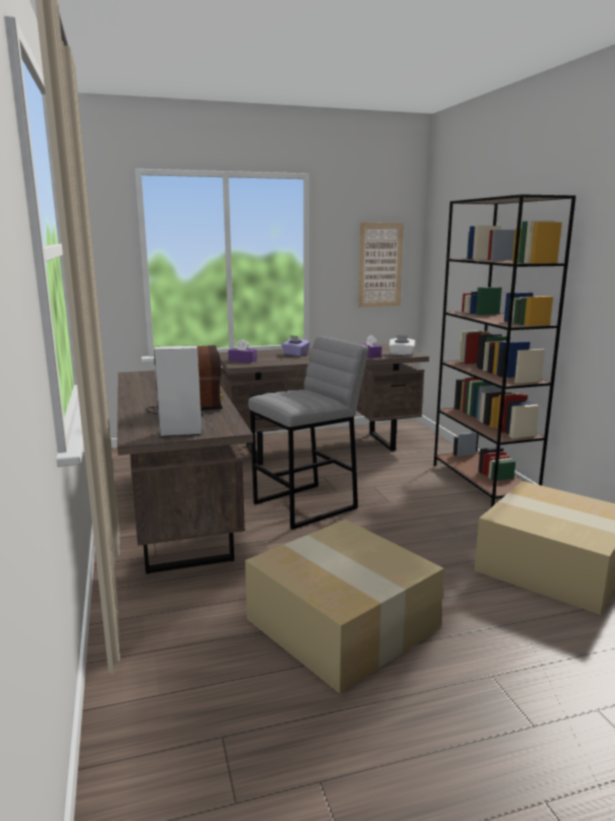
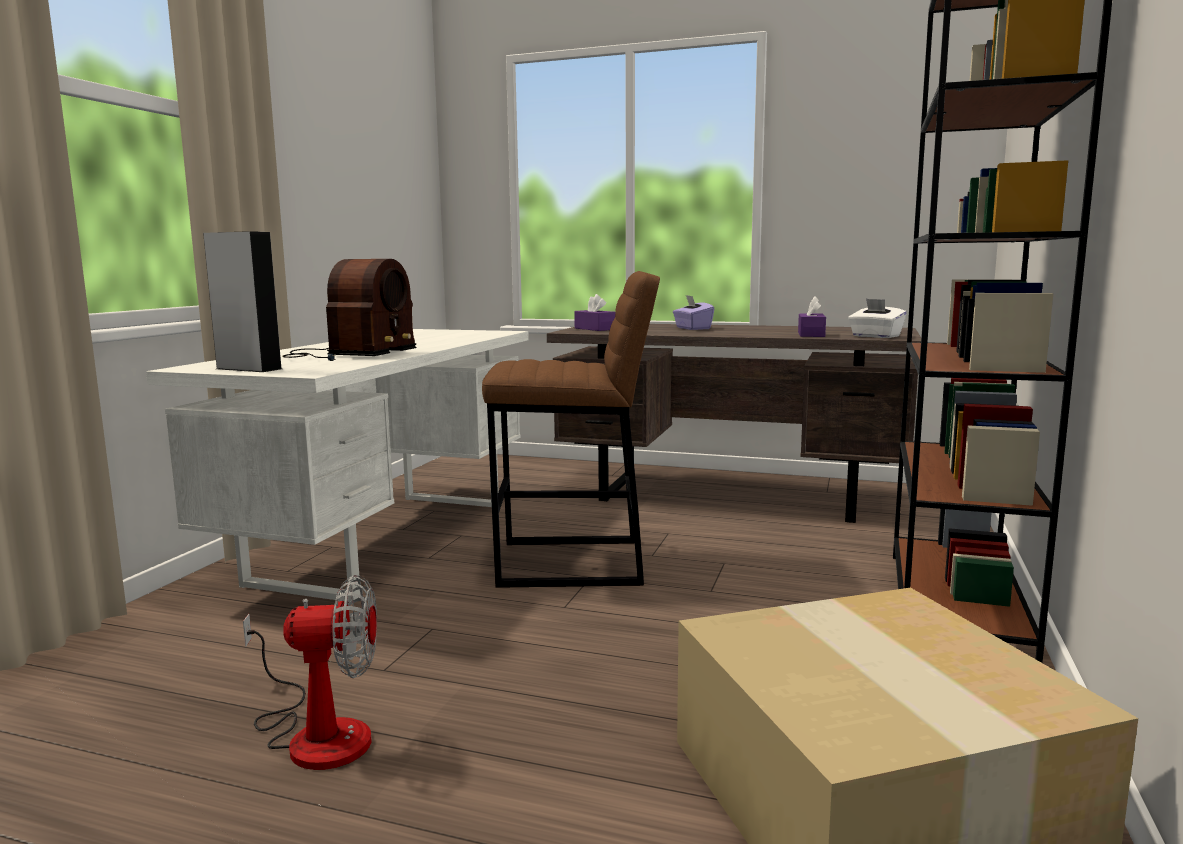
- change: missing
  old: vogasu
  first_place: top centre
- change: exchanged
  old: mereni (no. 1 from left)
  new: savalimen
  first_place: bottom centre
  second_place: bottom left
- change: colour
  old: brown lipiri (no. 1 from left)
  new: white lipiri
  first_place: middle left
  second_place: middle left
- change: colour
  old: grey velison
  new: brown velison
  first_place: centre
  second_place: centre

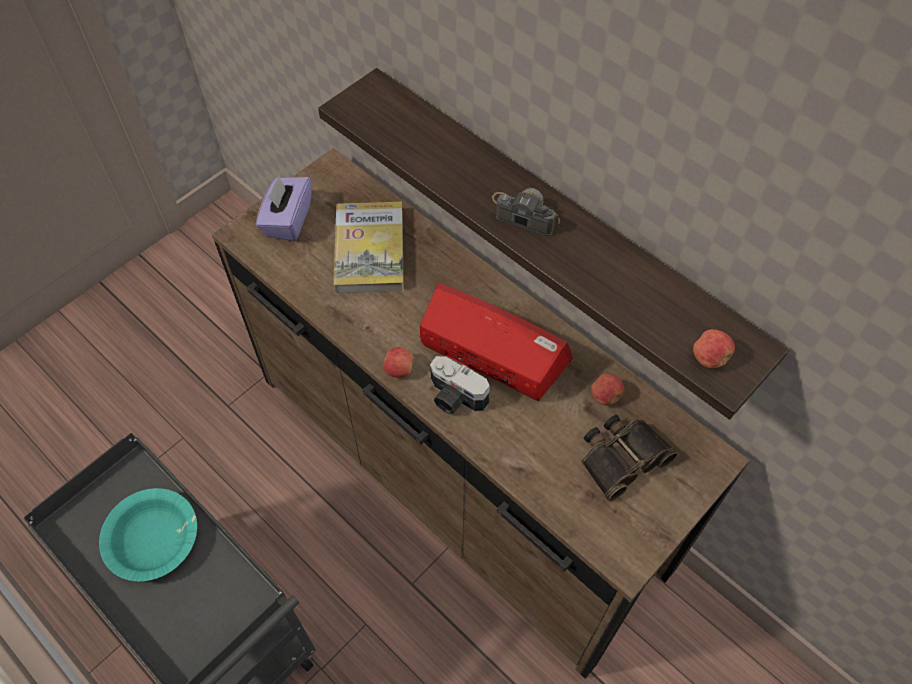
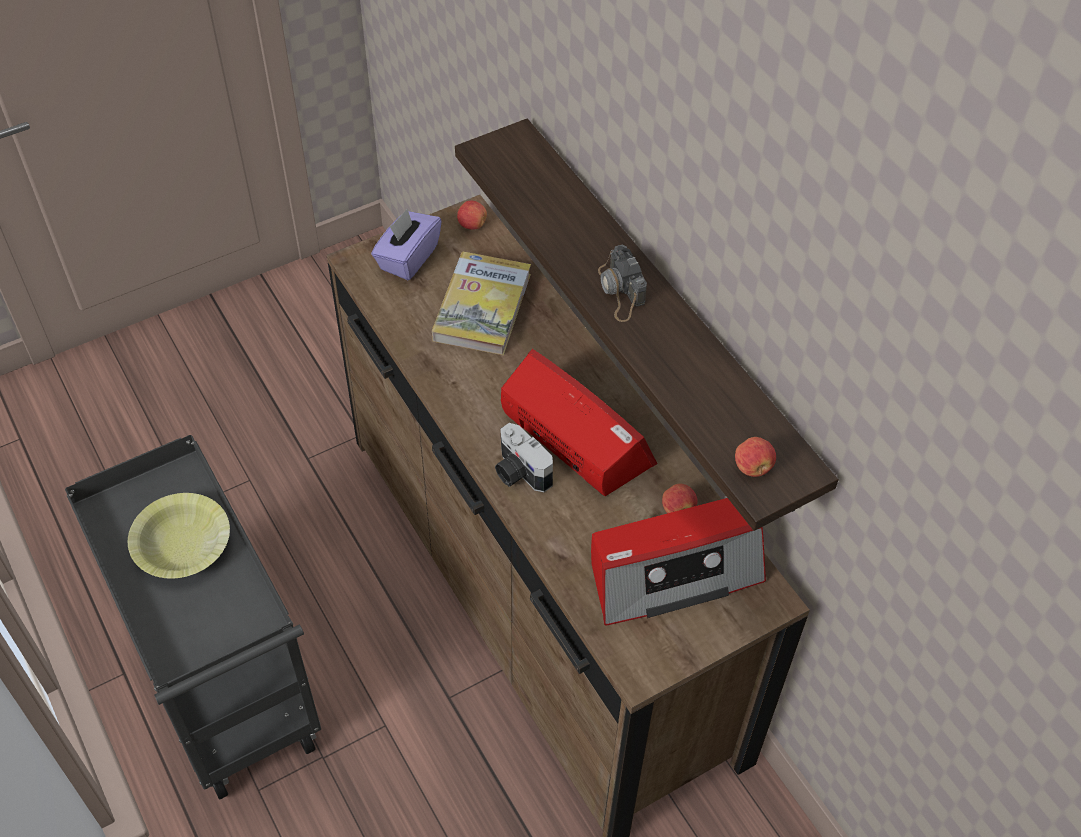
- change: relocated
  old: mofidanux (no. 1 from left)
  first_place: centre
  second_place: top centre
- change: exchanged
  old: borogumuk
  new: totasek (no. 2 from left)
  first_place: bottom right
  second_place: bottom centre
- change: colour
  old: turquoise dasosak
  new: yellow dasosak
  first_place: bottom left
  second_place: middle left
- change: spun
  old: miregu (no. 2 from left)
  first_place: top centre
  second_place: centre
  degrees: -150

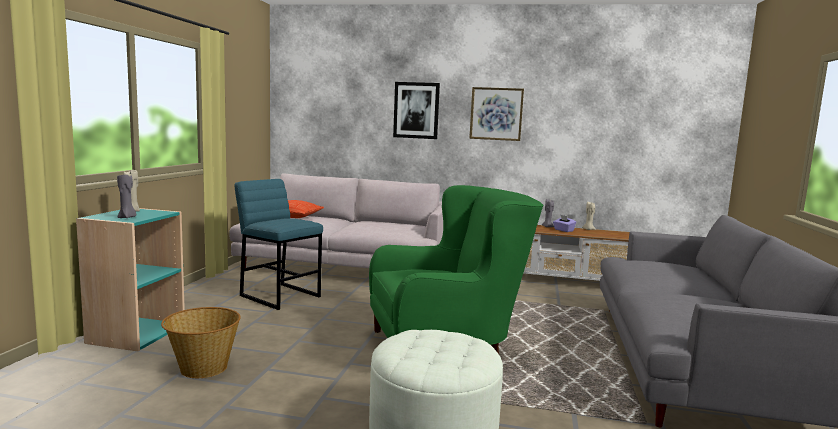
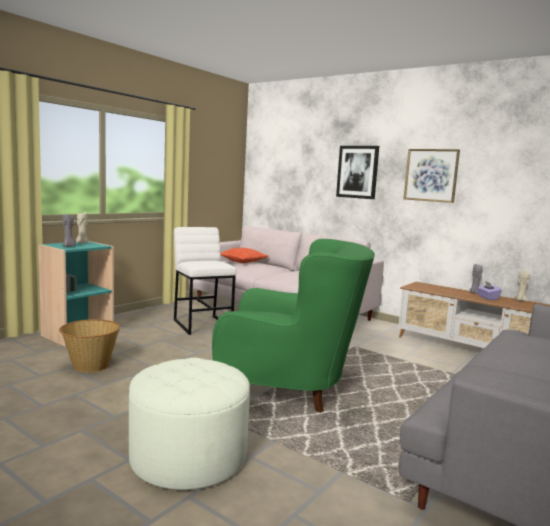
- change: colour
  old: blue velison
  new: white velison
  first_place: middle left
  second_place: centre

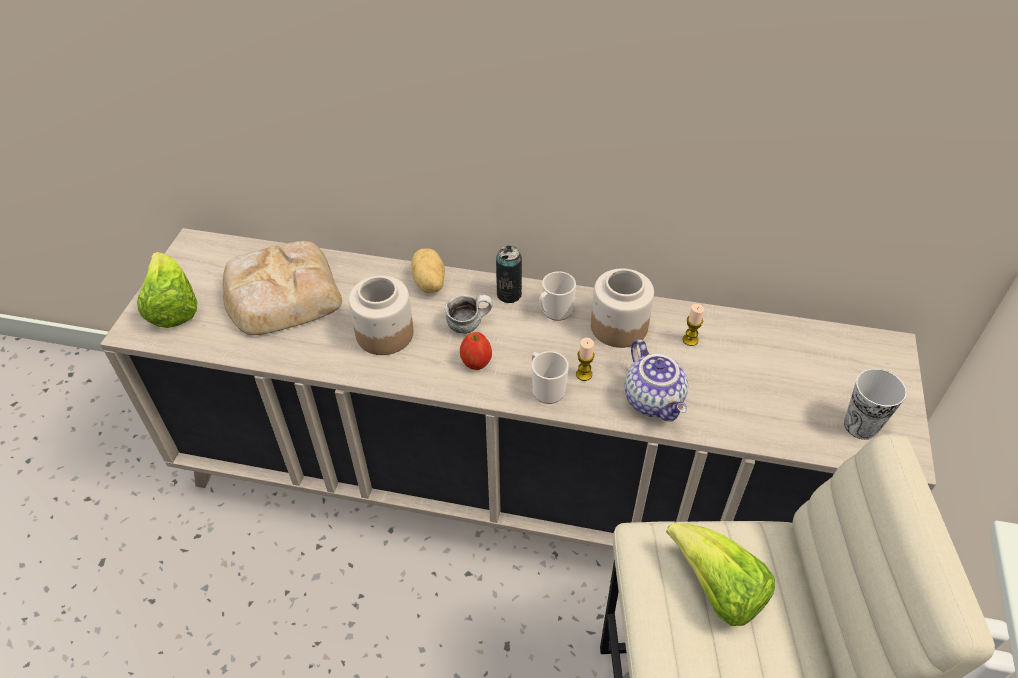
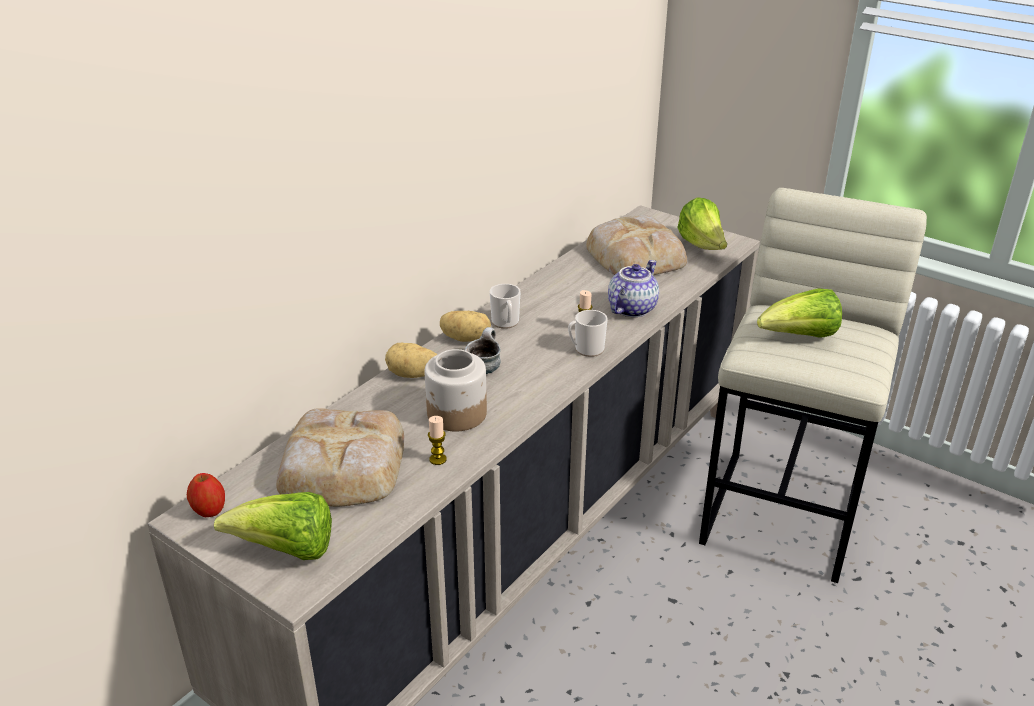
- change: missing
  old: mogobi (no. 2 from left)
  first_place: centre
- change: appeared
  new: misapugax (no. 2 from left)
  second_place: centre
- change: relocated
  old: mofidanux
  first_place: centre
  second_place: bottom left
- change: relocated
  old: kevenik (no. 2 from left in the first image)
  new: kevenik (no. 1 from left)
  first_place: middle right
  second_place: centre
- change: exchanged
  old: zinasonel
  new: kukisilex (no. 2 from left)
  first_place: centre
  second_place: centre
- change: exchanged
  old: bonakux
  new: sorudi (no. 2 from left)
  first_place: middle right
  second_place: top right
- change: spun
  old: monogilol
  first_place: centre
  second_place: centre
  degrees: -60

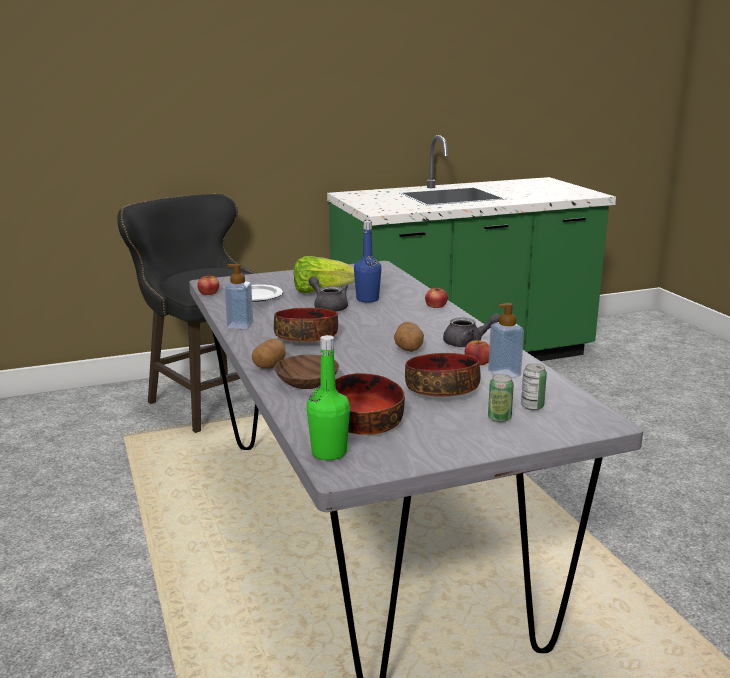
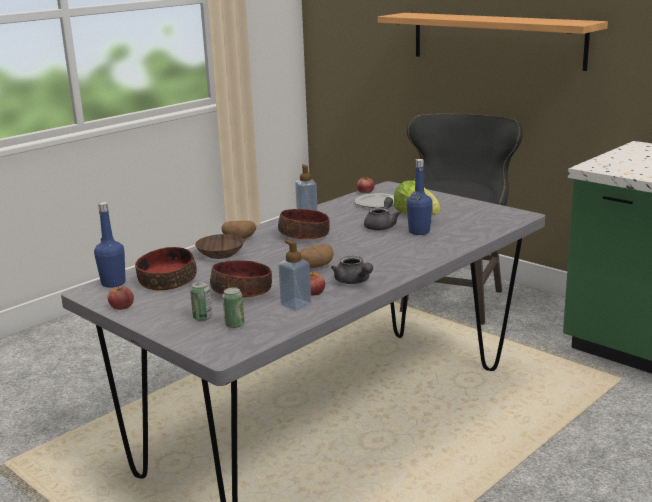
- change: appeared
  new: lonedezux
  second_place: top right
- change: relocated
  old: mofidanux (no. 2 from left in the first image)
  new: mofidanux (no. 1 from left)
  first_place: centre
  second_place: middle left
- change: colour
  old: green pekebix
  new: blue pekebix (no. 1 from left)
  first_place: centre
  second_place: middle left

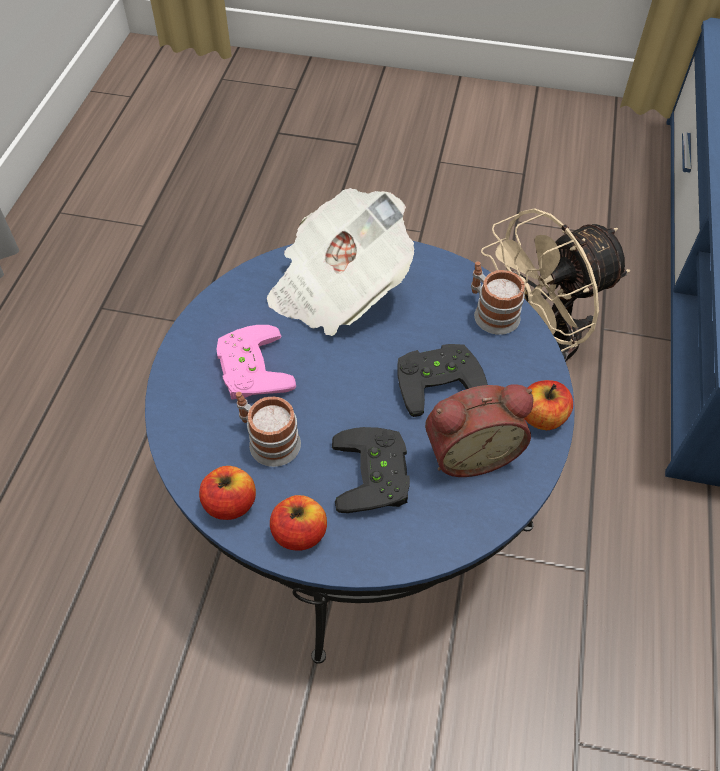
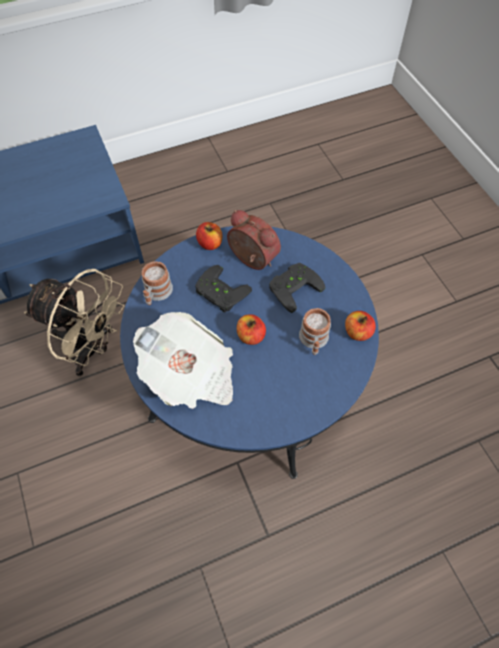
- change: missing
  old: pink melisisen
  first_place: centre
- change: relocated
  old: mofidanux (no. 2 from left)
  first_place: bottom centre
  second_place: centre

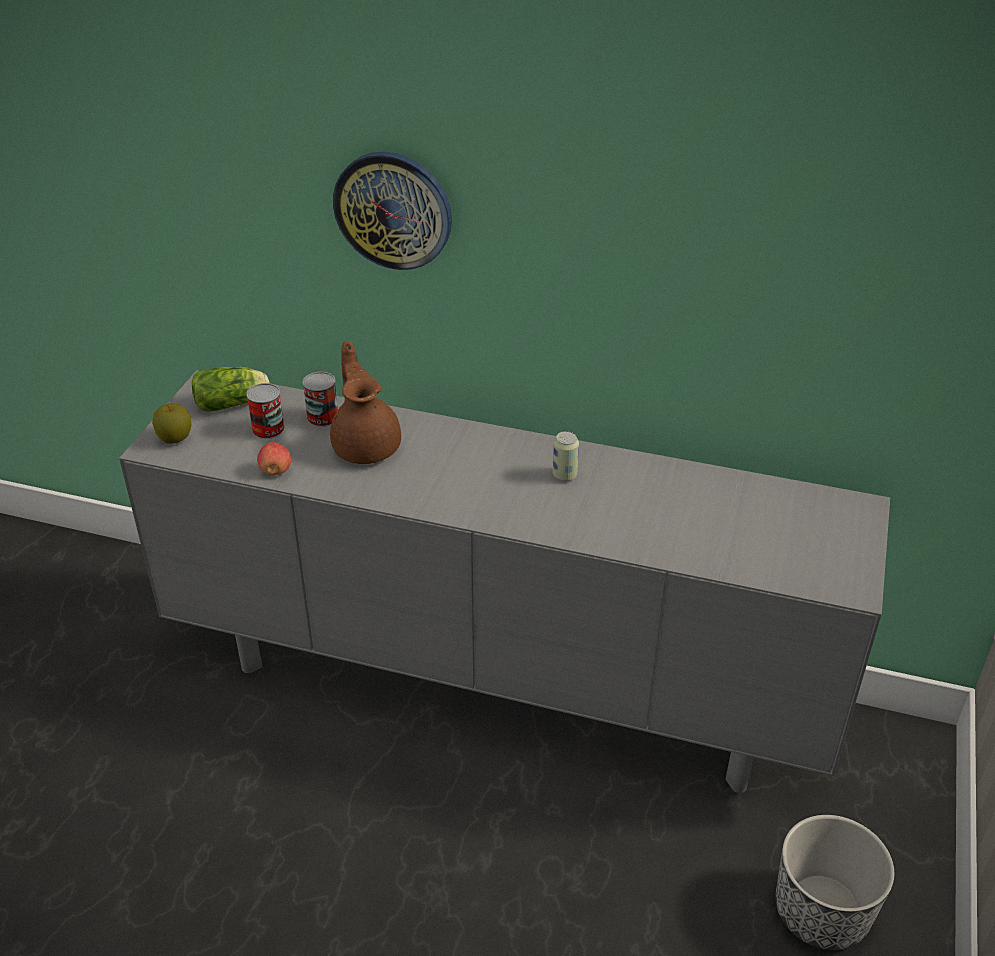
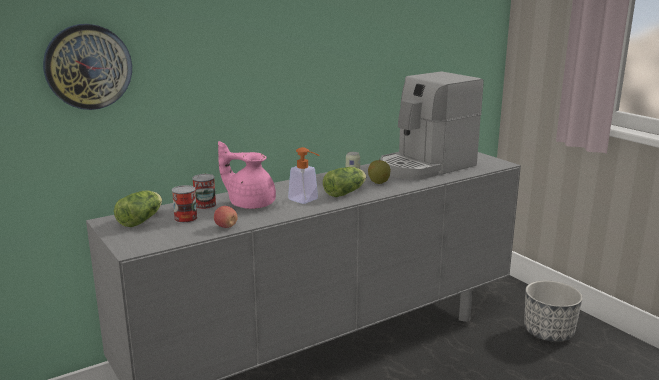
- change: appeared
  new: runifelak
  second_place: centre
- change: appeared
  new: sorudi (no. 2 from left)
  second_place: centre
- change: appeared
  new: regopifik
  second_place: top centre
- change: relocated
  old: mofidanux (no. 1 from left in the first image)
  new: mofidanux (no. 2 from left)
  first_place: middle left
  second_place: centre
- change: relocated
  old: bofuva
  first_place: top centre
  second_place: top left
- change: colour
  old: brown monogilol
  new: pink monogilol
  first_place: centre
  second_place: centre

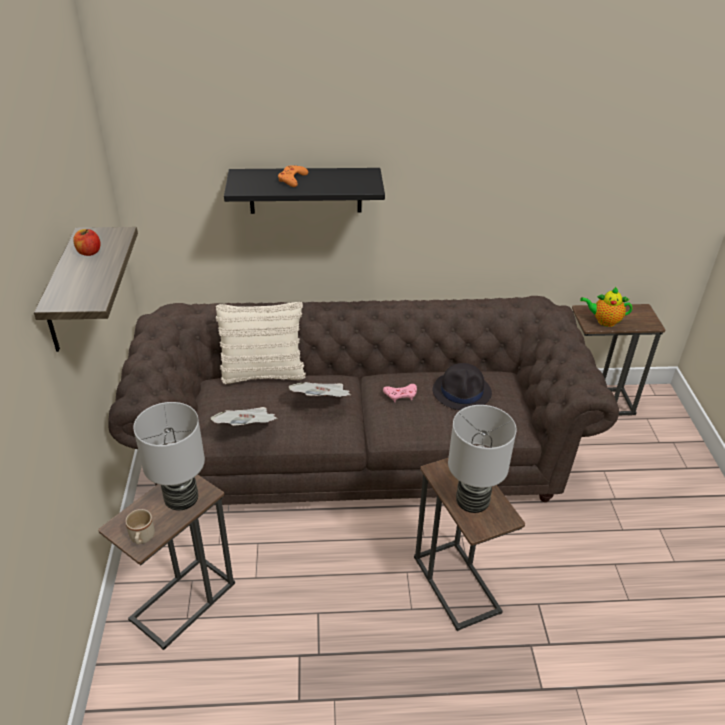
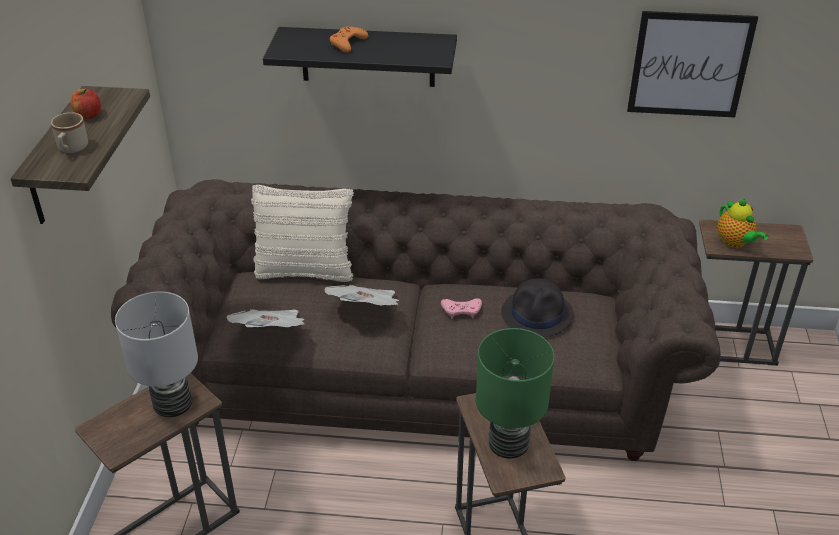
- change: appeared
  new: vogasu
  second_place: top right
- change: relocated
  old: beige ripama
  first_place: bottom left
  second_place: top left
- change: colour
  old: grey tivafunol (no. 2 from left)
  new: green tivafunol
  first_place: centre
  second_place: bottom centre
- change: spun
  old: monogilol
  first_place: middle right
  second_place: middle right
  degrees: -135

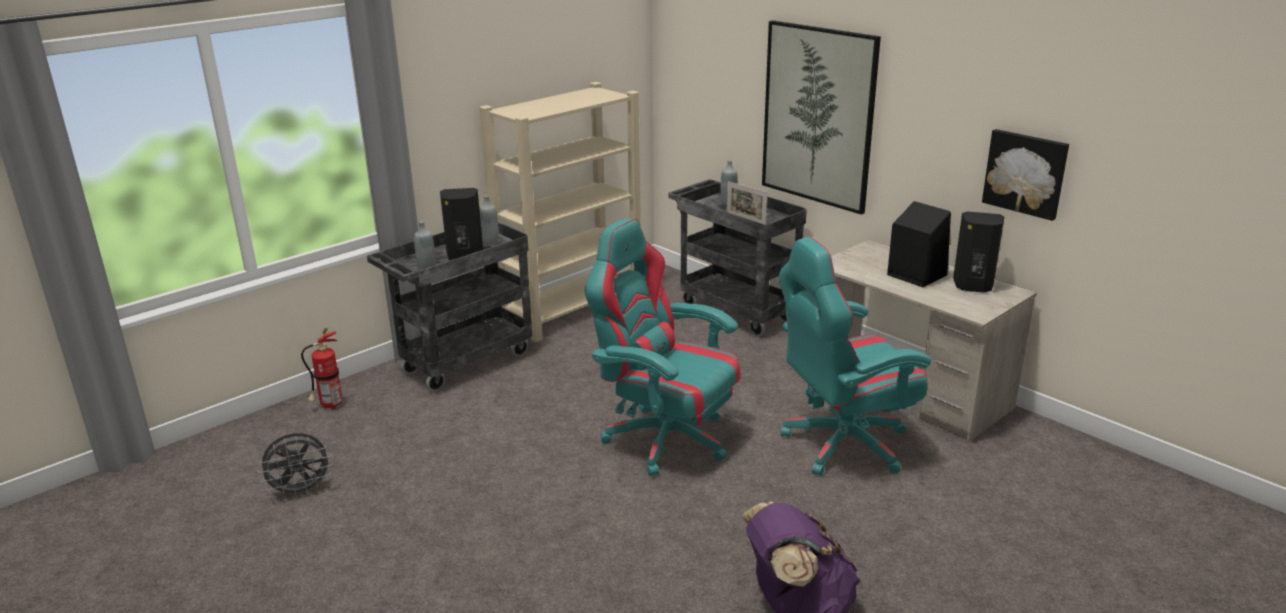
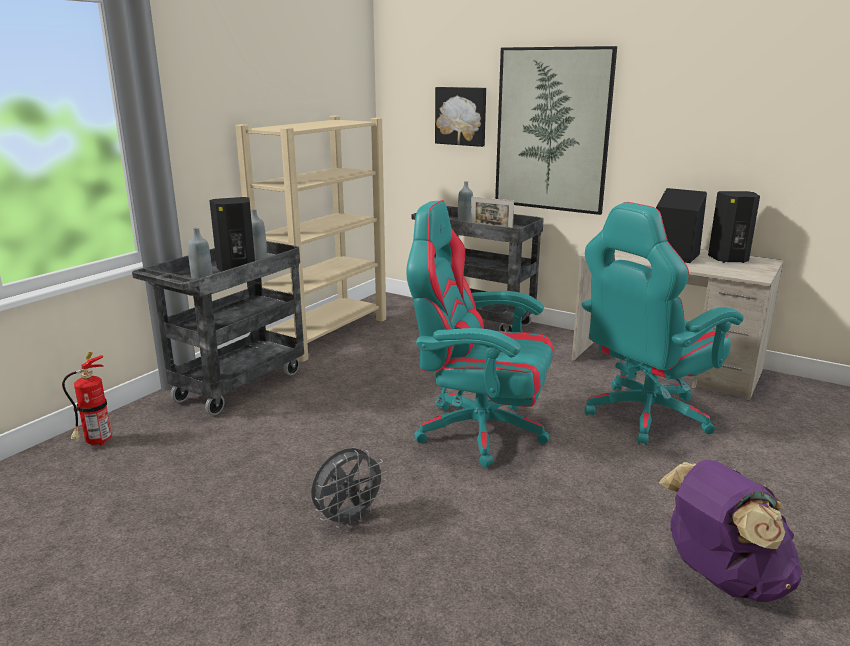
- change: relocated
  old: grey savalimen
  first_place: bottom left
  second_place: bottom centre
- change: relocated
  old: vogasu (no. 2 from left in the first image)
  new: vogasu (no. 1 from left)
  first_place: top right
  second_place: top centre

